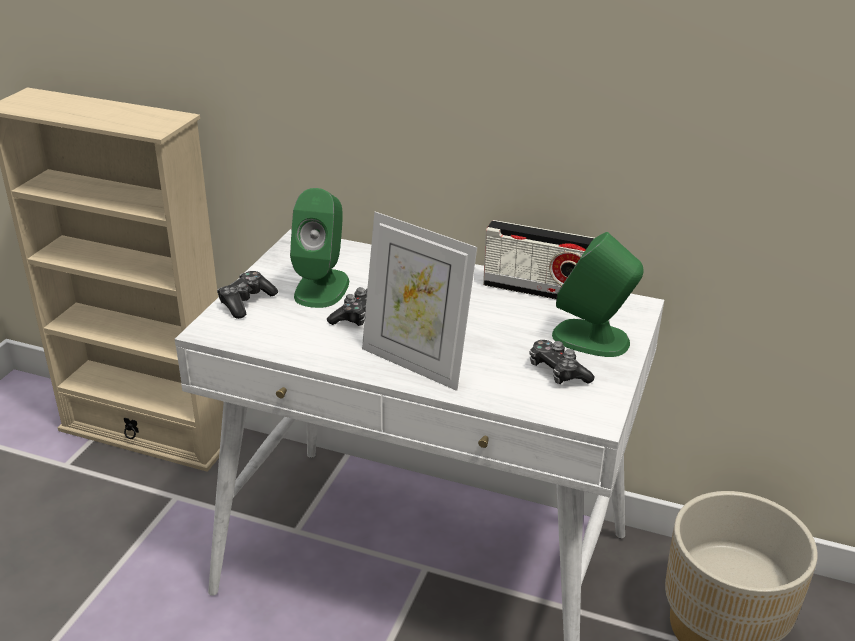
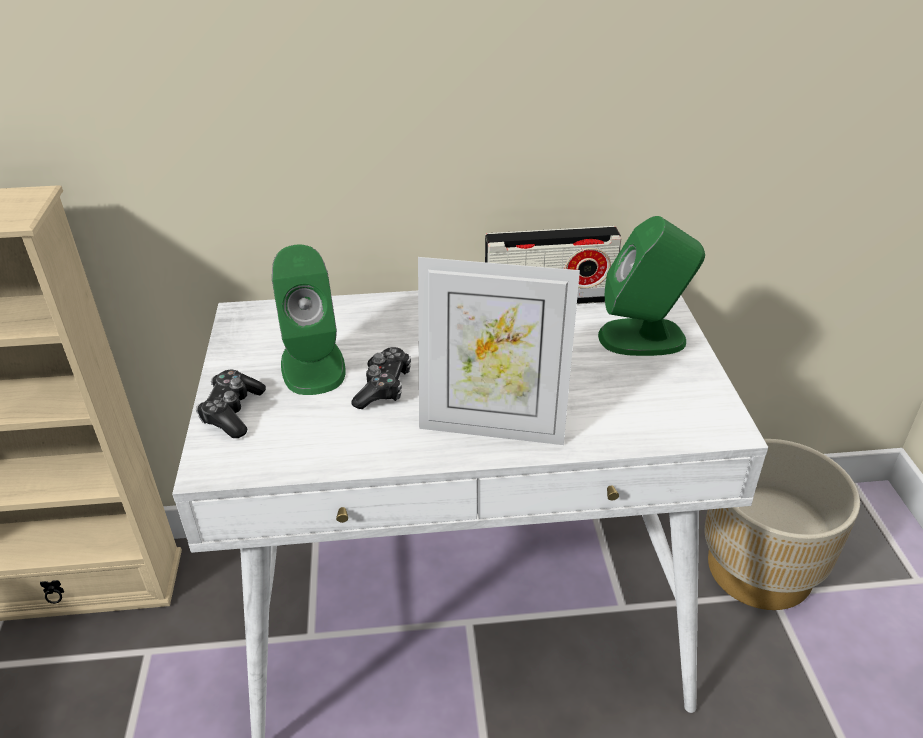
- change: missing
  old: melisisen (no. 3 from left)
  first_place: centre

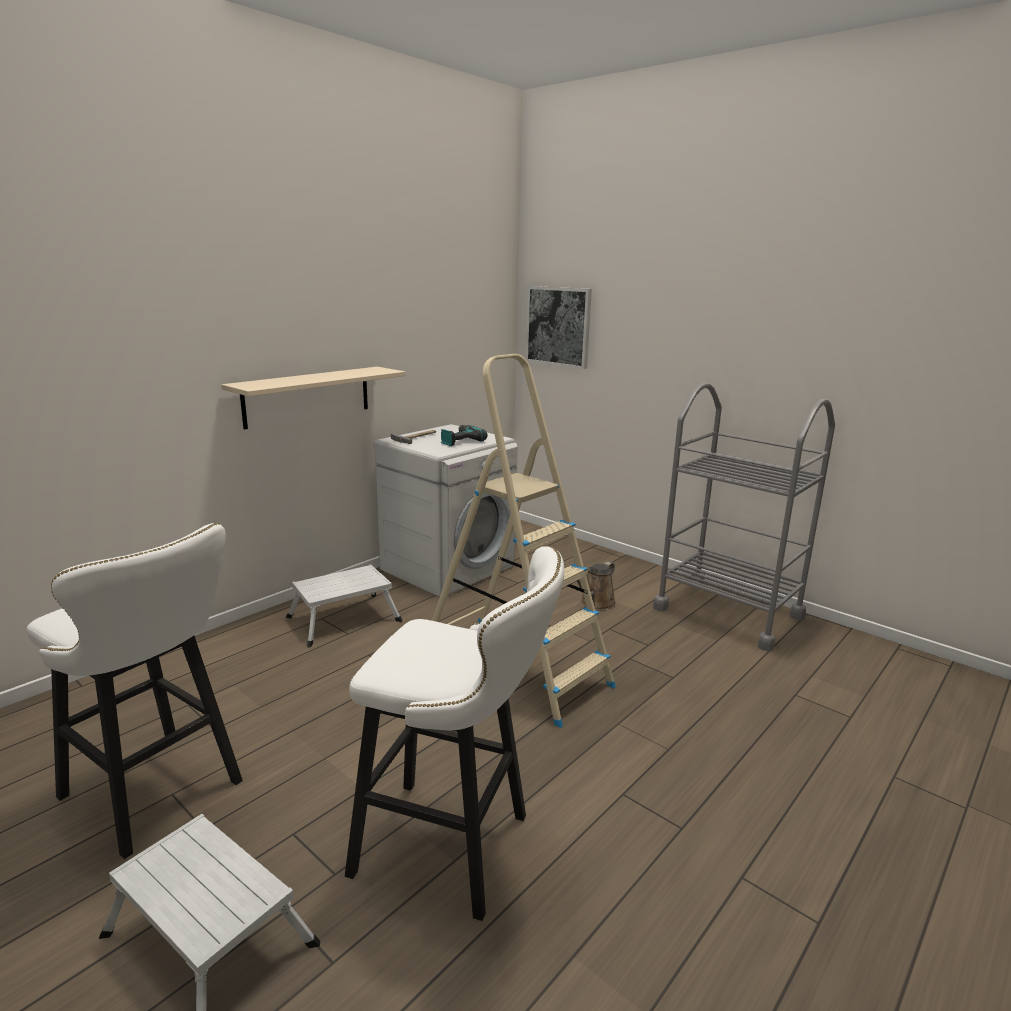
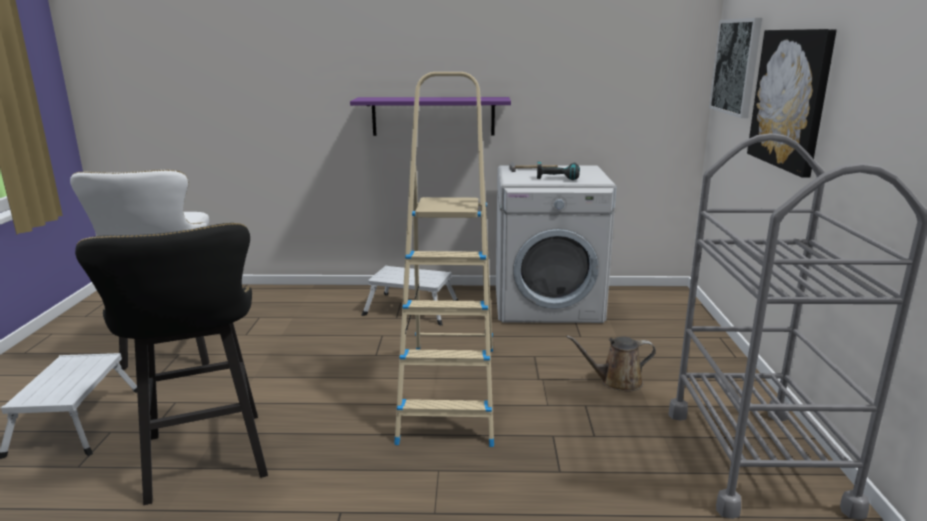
- change: appeared
  new: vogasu (no. 2 from left)
  second_place: top right
- change: colour
  old: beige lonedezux
  new: purple lonedezux
  first_place: middle left
  second_place: top centre
- change: colour
  old: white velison (no. 2 from left)
  new: black velison
  first_place: bottom centre
  second_place: bottom left

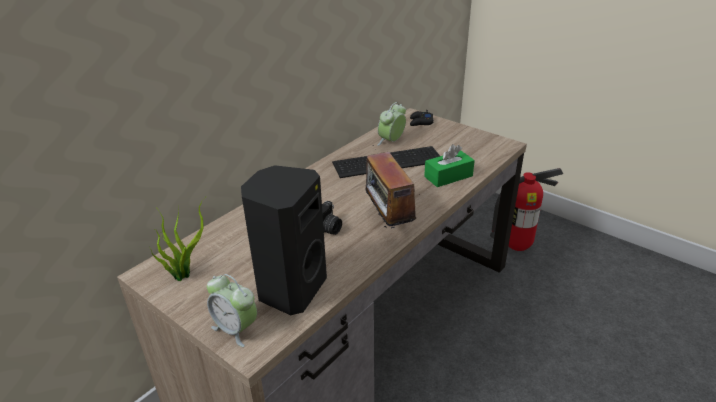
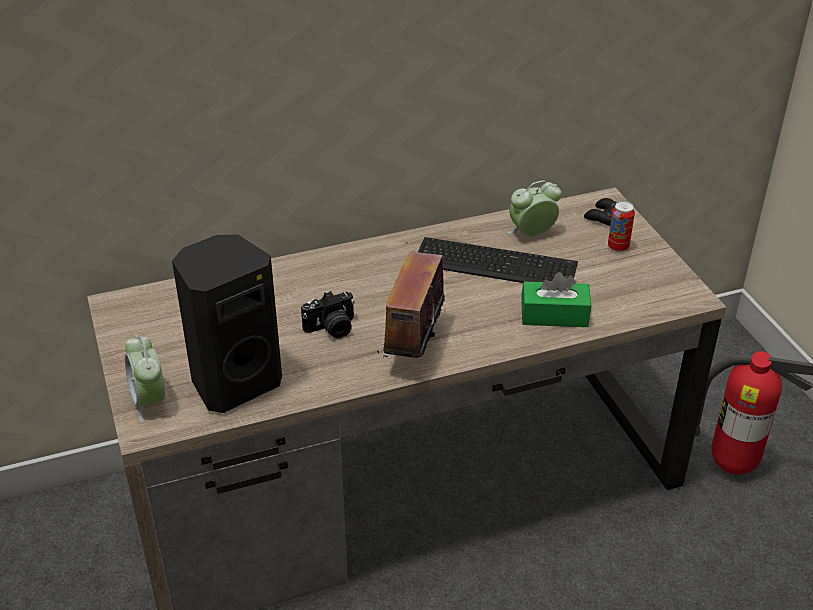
- change: missing
  old: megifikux
  first_place: middle left
- change: appeared
  new: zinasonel
  second_place: middle right

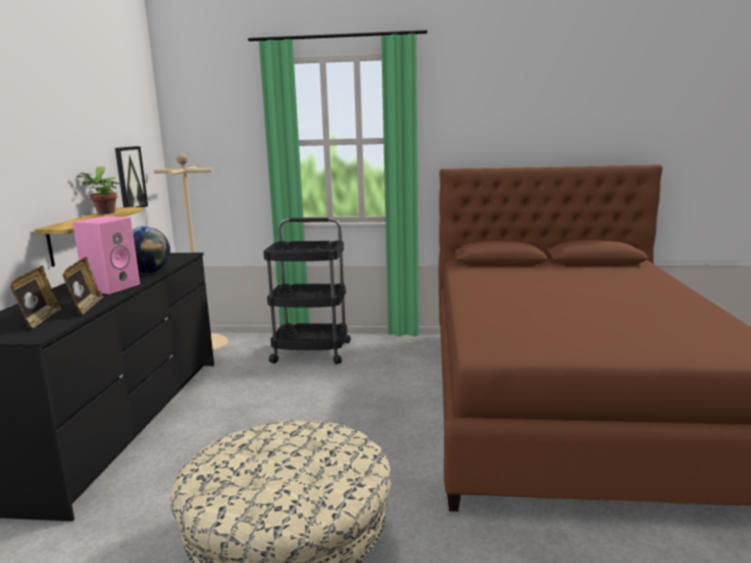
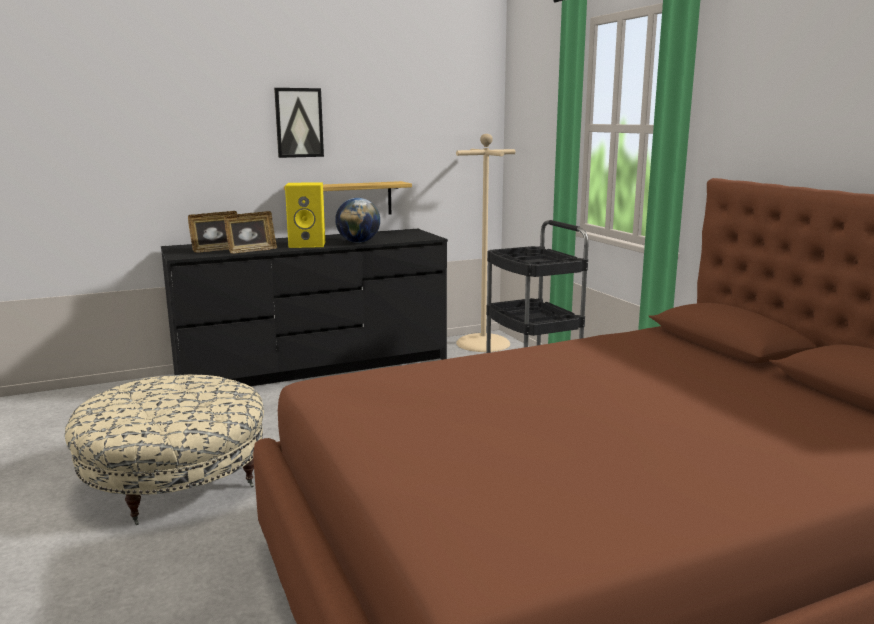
- change: missing
  old: megifikux
  first_place: middle left
- change: relocated
  old: vogasu
  first_place: top left
  second_place: top centre
- change: colour
  old: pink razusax
  new: yellow razusax
  first_place: middle left
  second_place: centre

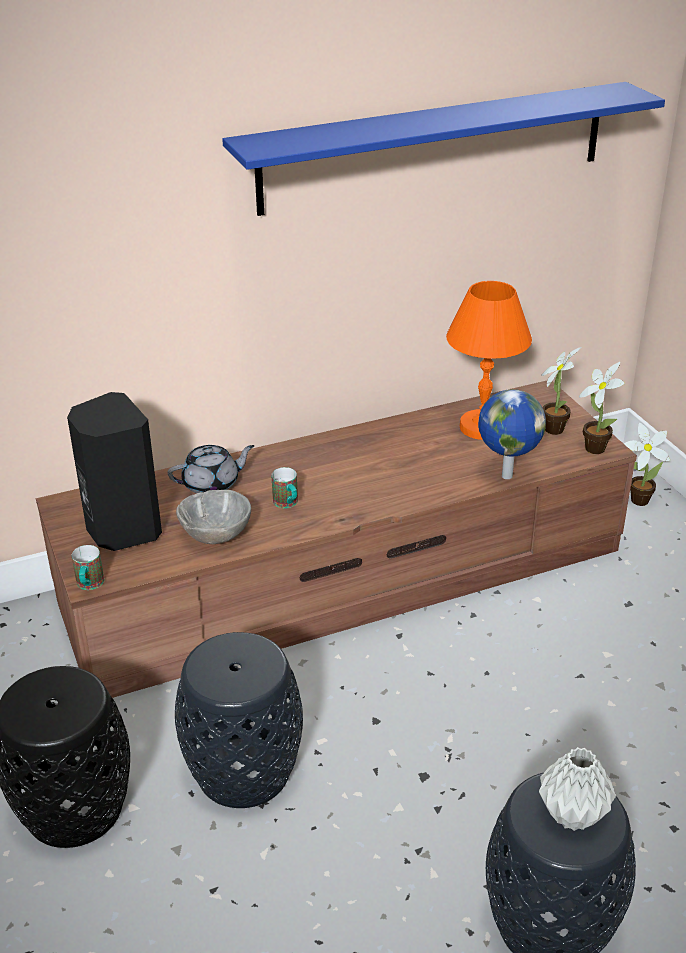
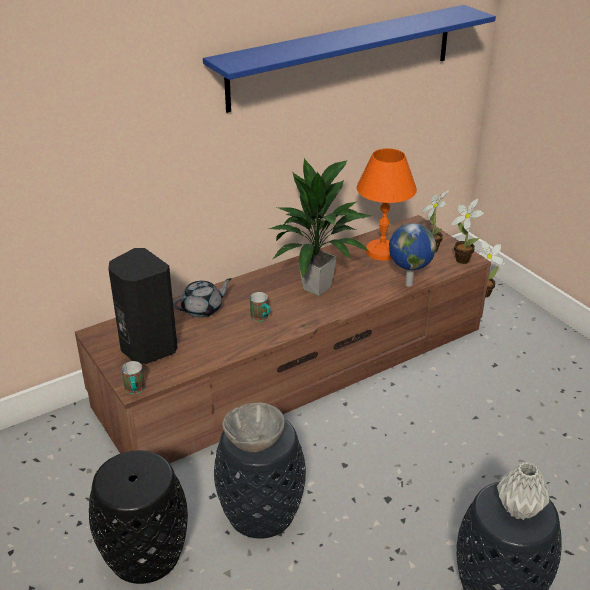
- change: appeared
  new: megifikux (no. 1 from left)
  second_place: centre
- change: relocated
  old: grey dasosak
  first_place: middle left
  second_place: bottom centre

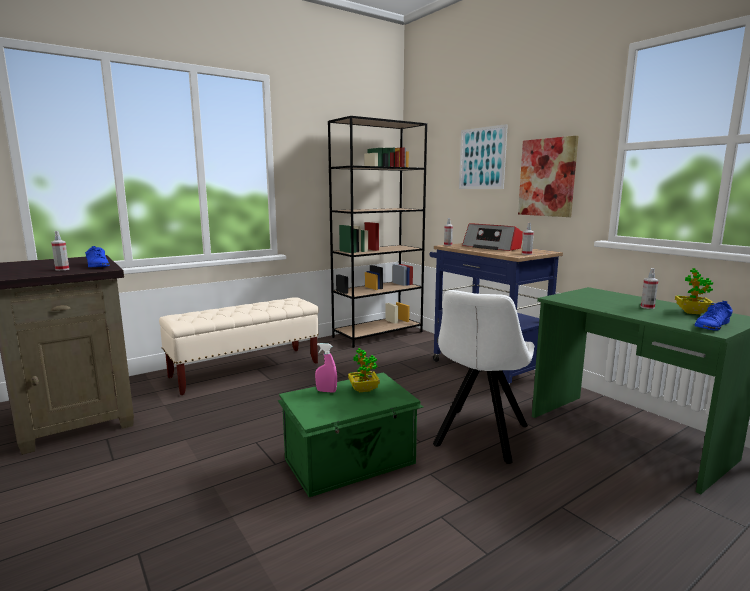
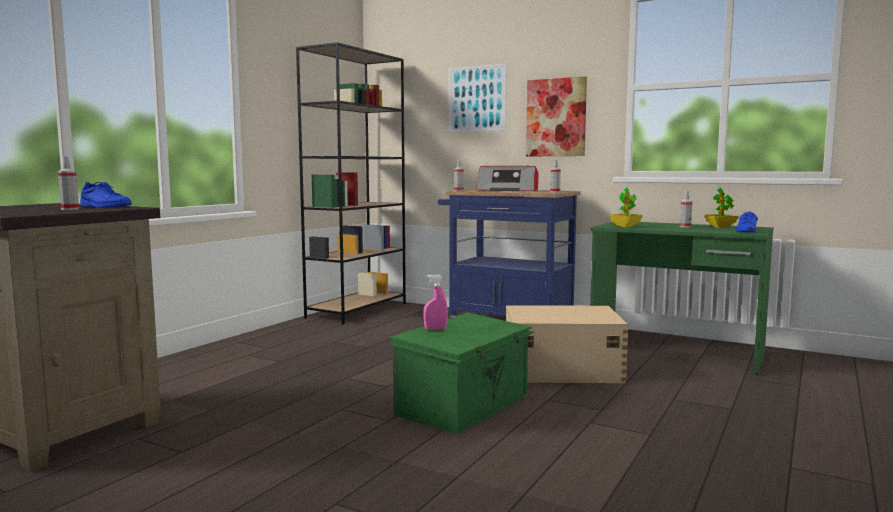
- change: missing
  old: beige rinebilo
  first_place: middle left
- change: relocated
  old: megifikux (no. 1 from left)
  first_place: centre
  second_place: middle right
- change: exchanged
  old: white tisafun
  new: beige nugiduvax
  first_place: centre
  second_place: bottom centre

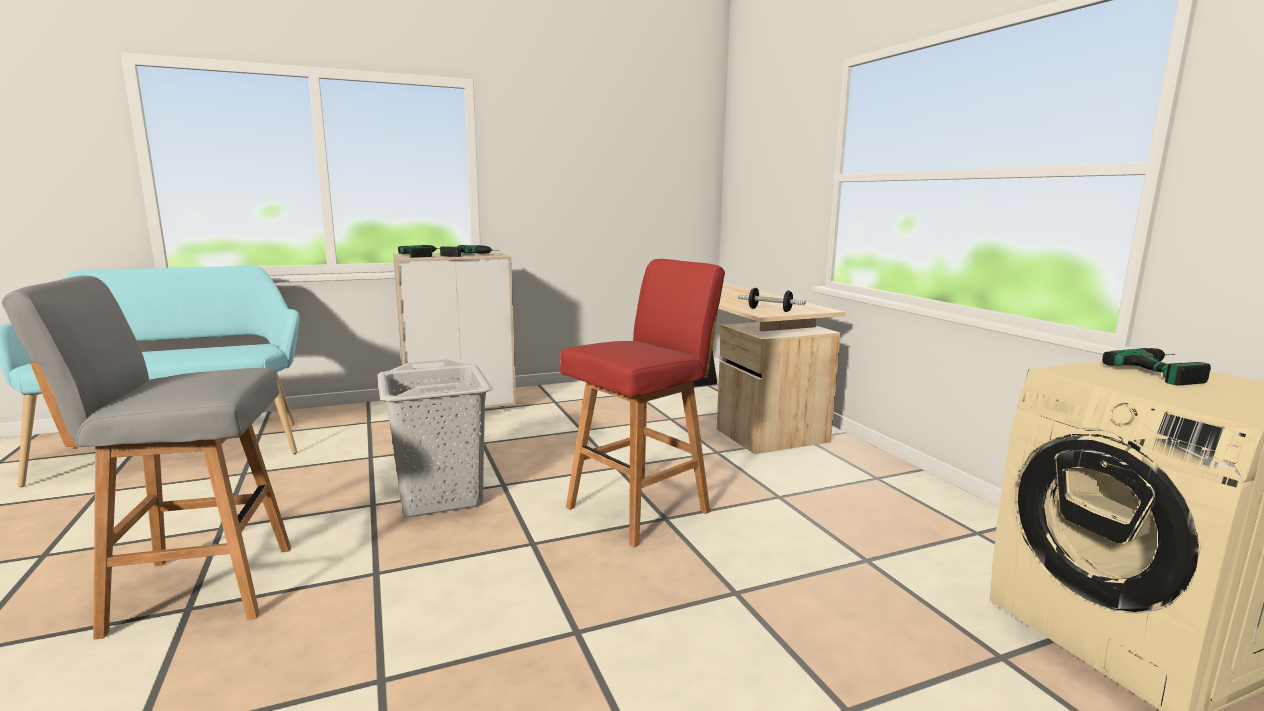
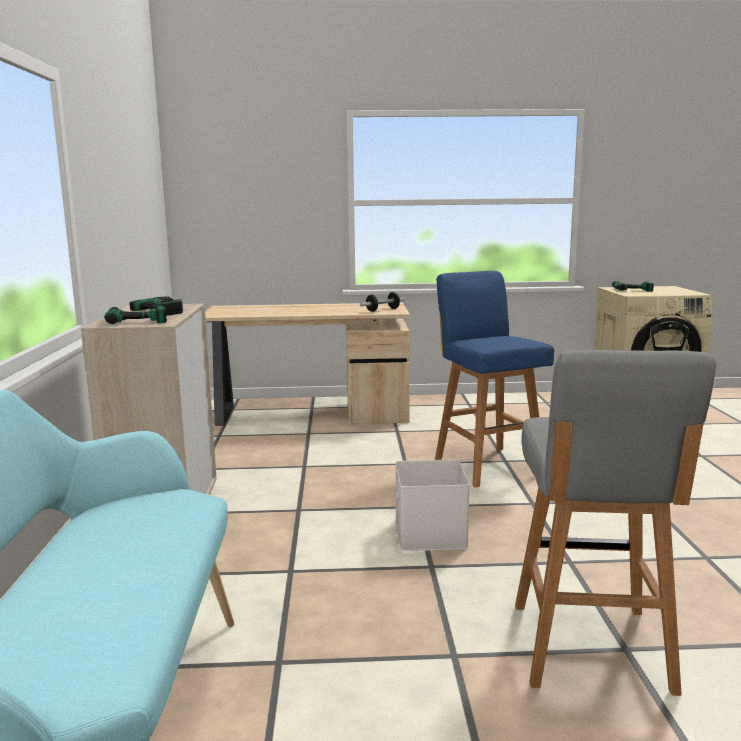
- change: exchanged
  old: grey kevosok
  new: white nugiduvax
  first_place: centre
  second_place: bottom centre
- change: colour
  old: red velison
  new: blue velison
  first_place: centre
  second_place: middle right

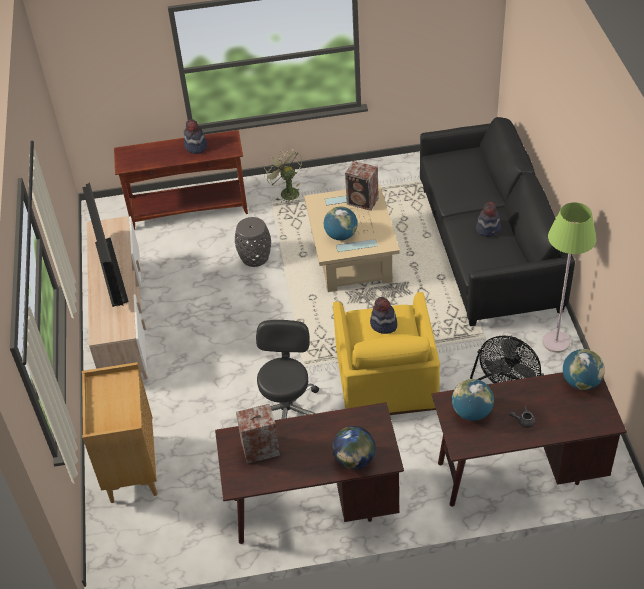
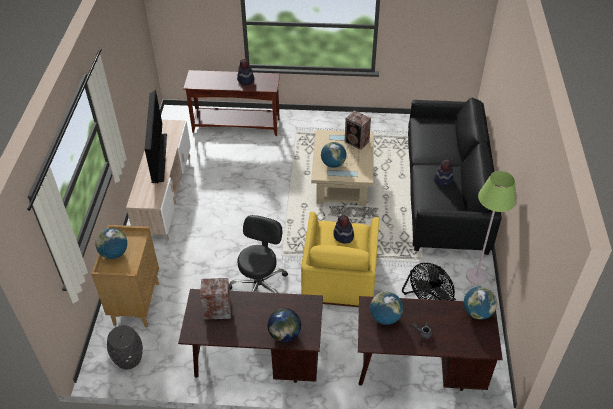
- change: missing
  old: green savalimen
  first_place: top centre
- change: appeared
  new: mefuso (no. 1 from left)
  second_place: middle left
- change: relocated
  old: grey velison
  first_place: centre
  second_place: bottom left

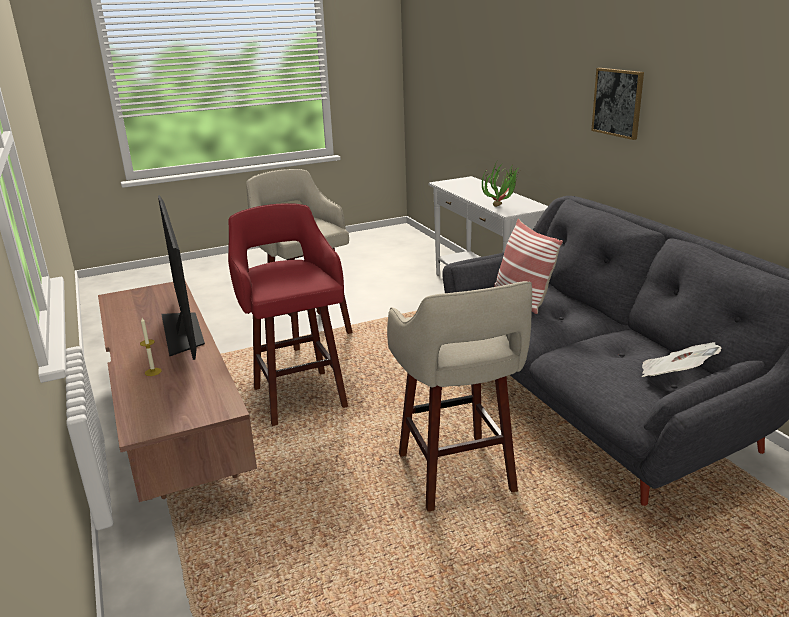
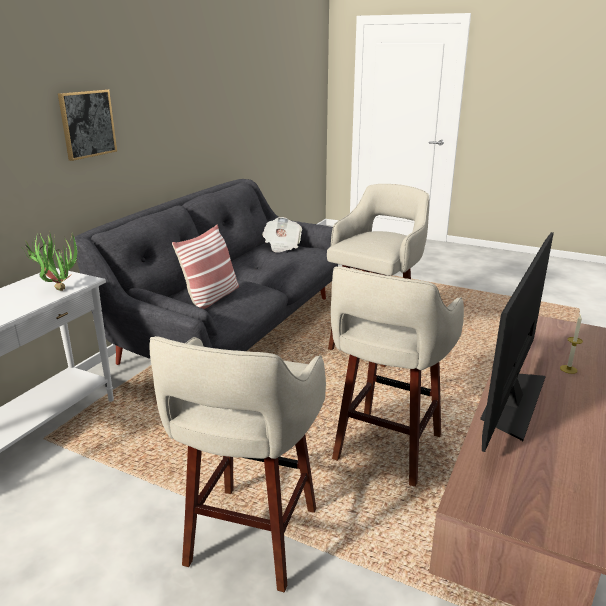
- change: colour
  old: red velison
  new: beige velison (no. 3 from left)
  first_place: centre
  second_place: centre

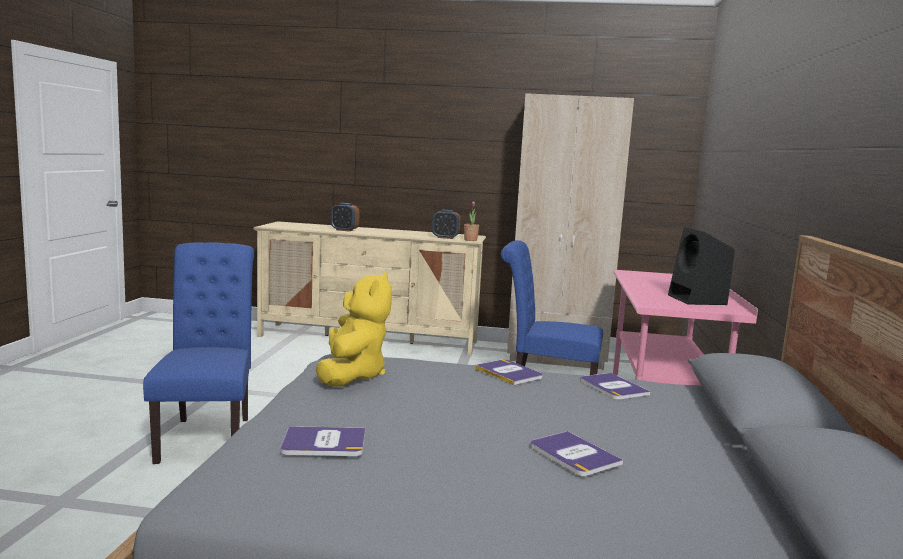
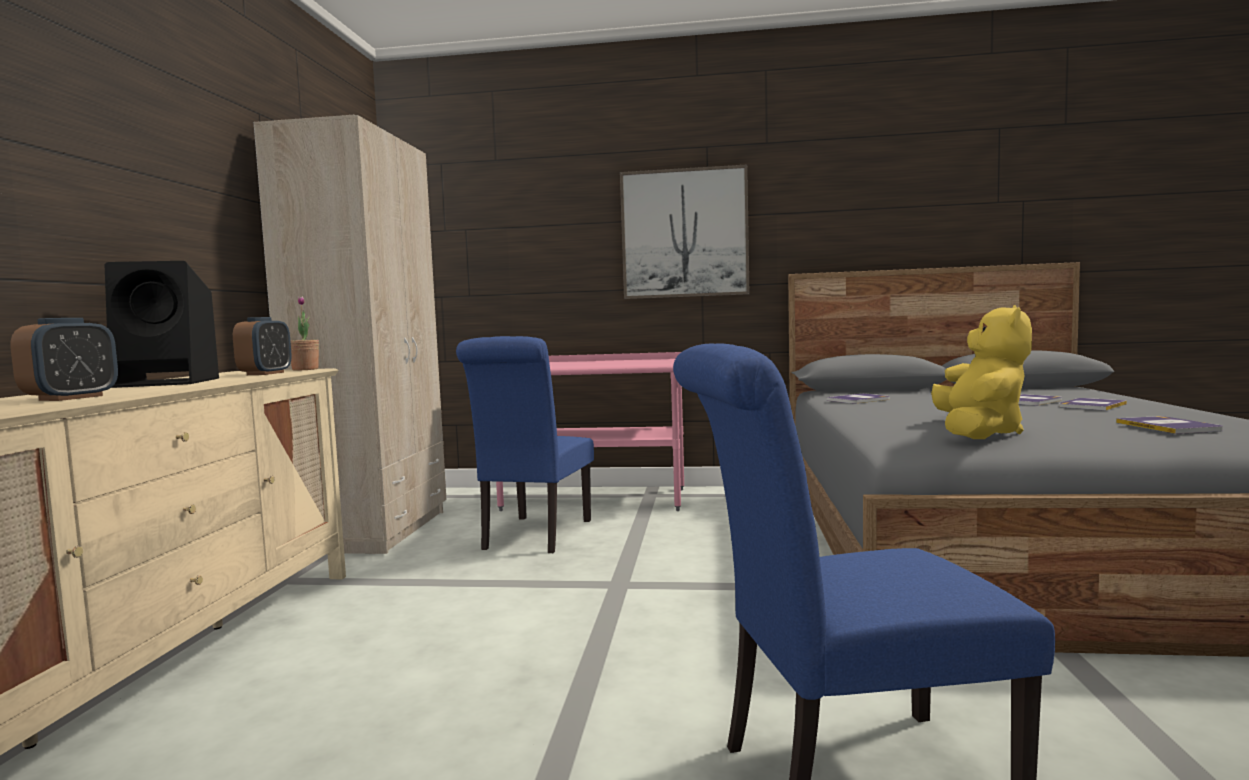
- change: appeared
  new: vogasu
  second_place: top centre
- change: relocated
  old: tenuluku (no. 2 from left in the first image)
  new: tenuluku (no. 3 from left)
  first_place: centre
  second_place: middle right
- change: relocated
  old: black razusax
  first_place: middle right
  second_place: middle left
- change: spun
  old: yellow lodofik
  first_place: centre
  second_place: middle right
  degrees: 105

